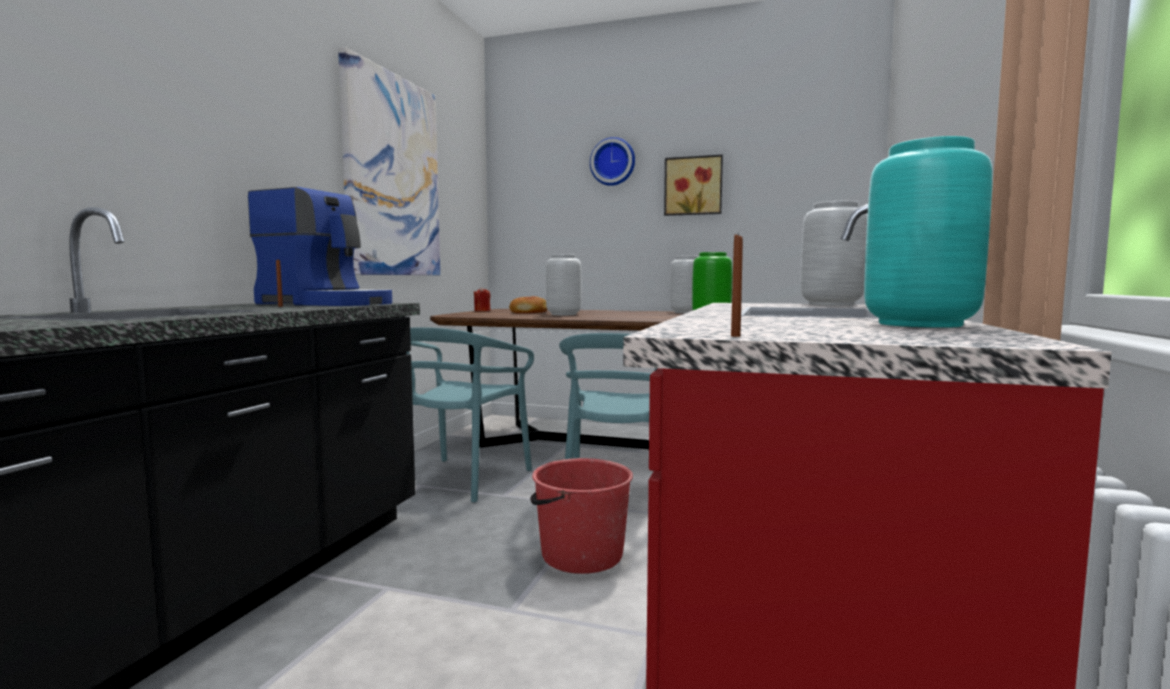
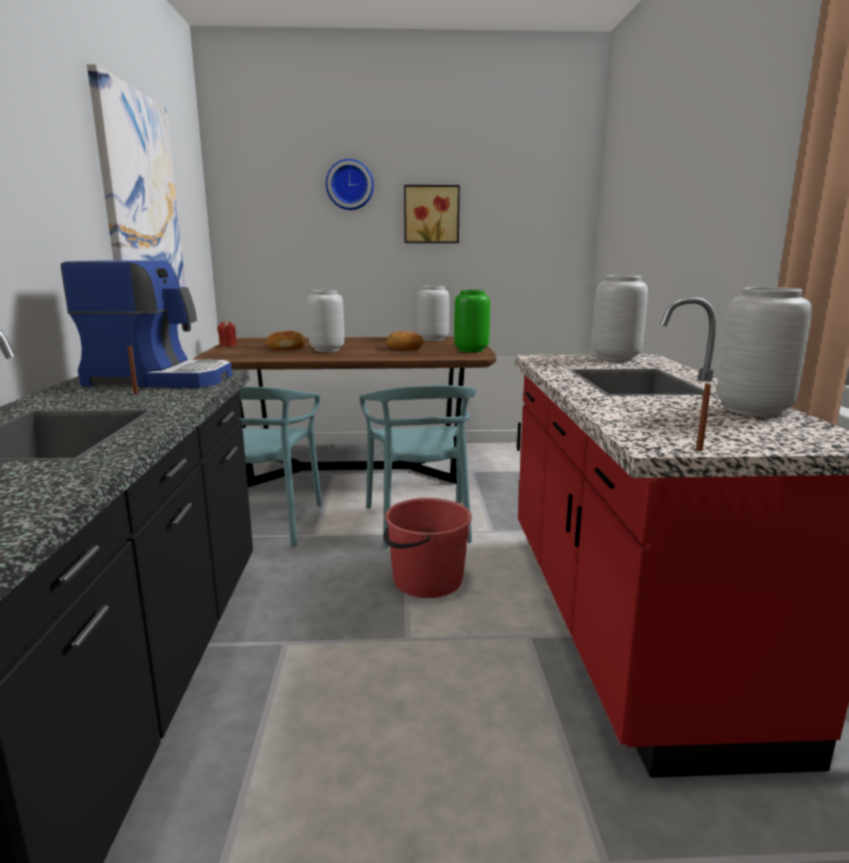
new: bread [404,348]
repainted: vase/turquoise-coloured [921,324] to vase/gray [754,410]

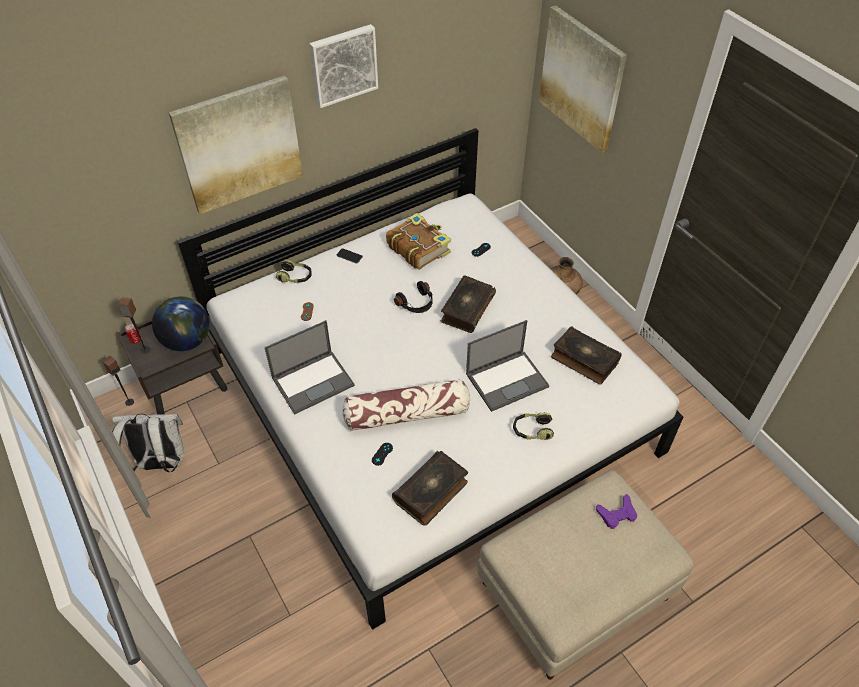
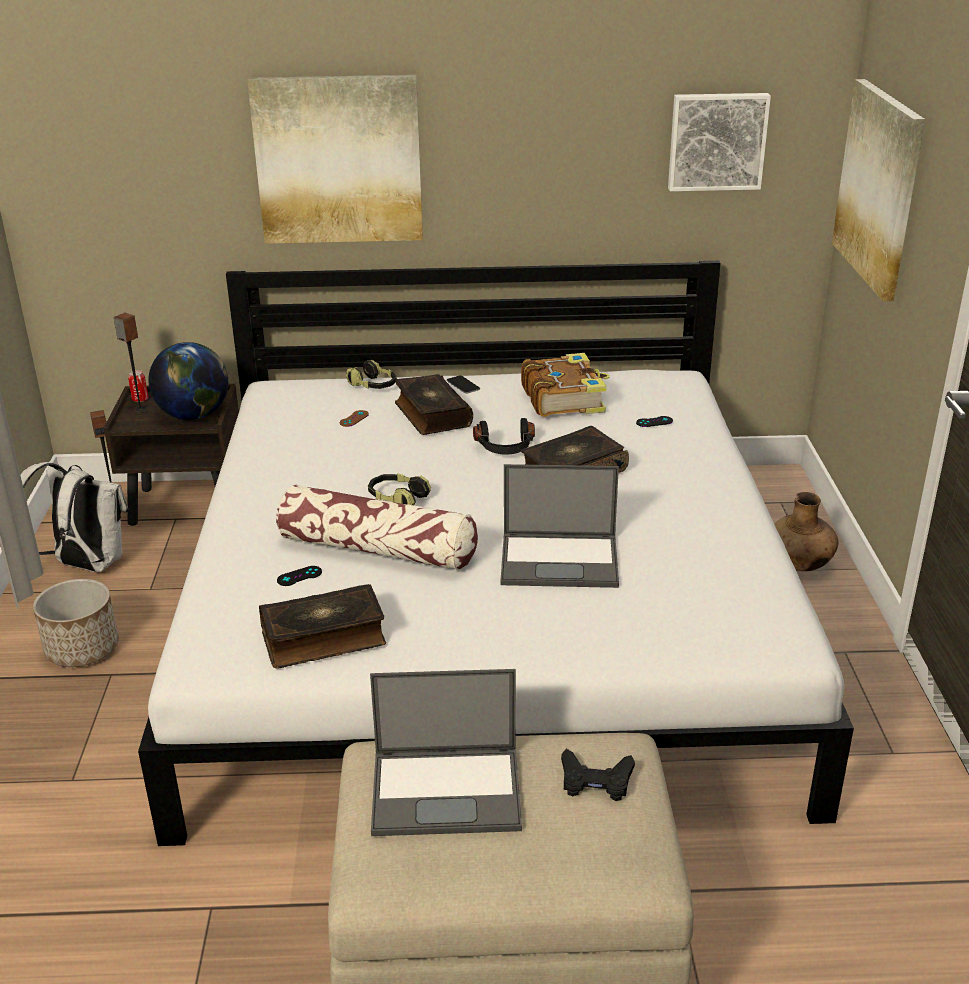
new: planter [82,649]
shifted: laptop [313,381] to [448,790]; wall picture [343,64] to [717,141]; pair of headphones [532,430] to [397,499]; volume [584,360] to [431,415]
repainted: joypad/purplish [617,514] to joypad/blackish [596,781]

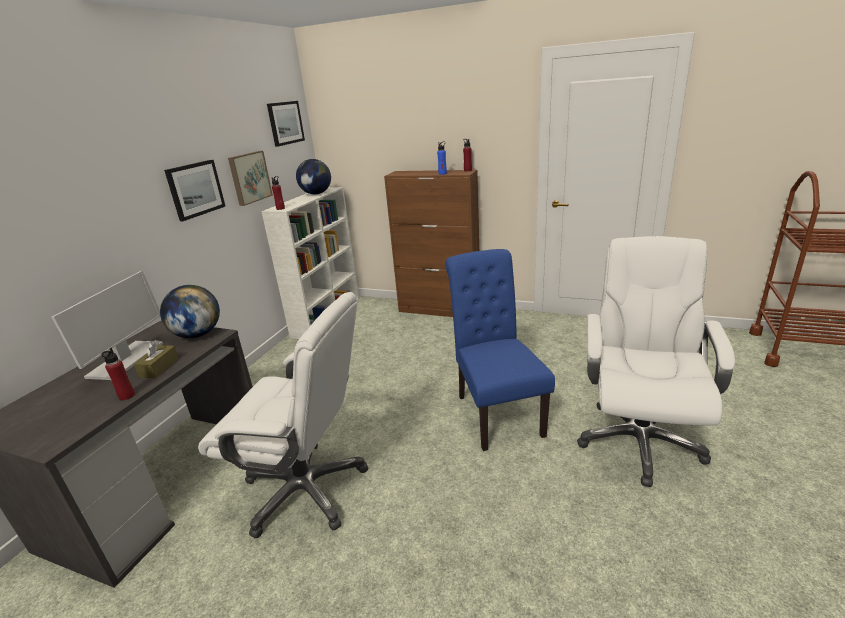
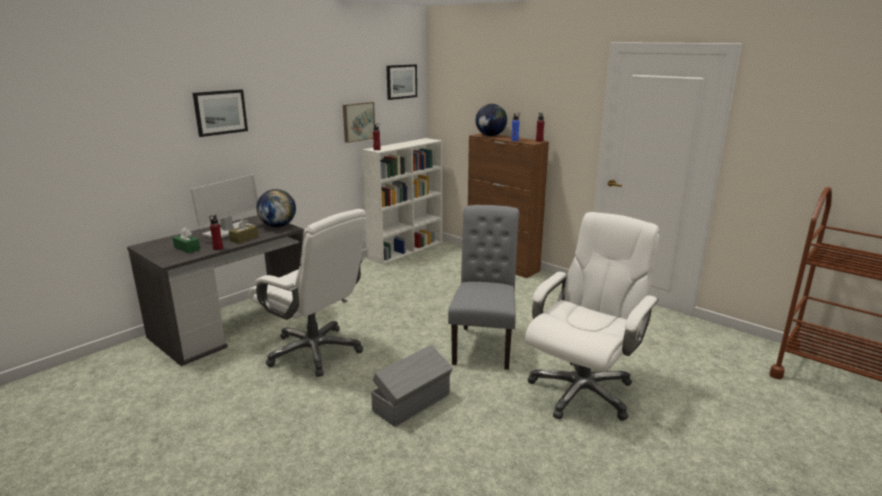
new: tissue holder/green [187,248]; storage container/gray [413,402]
shifted: wall picture [195,189] to [220,112]; globe [316,194] to [490,135]
repainted: plain chair/bluish [496,411] to plain chair/gray [484,344]

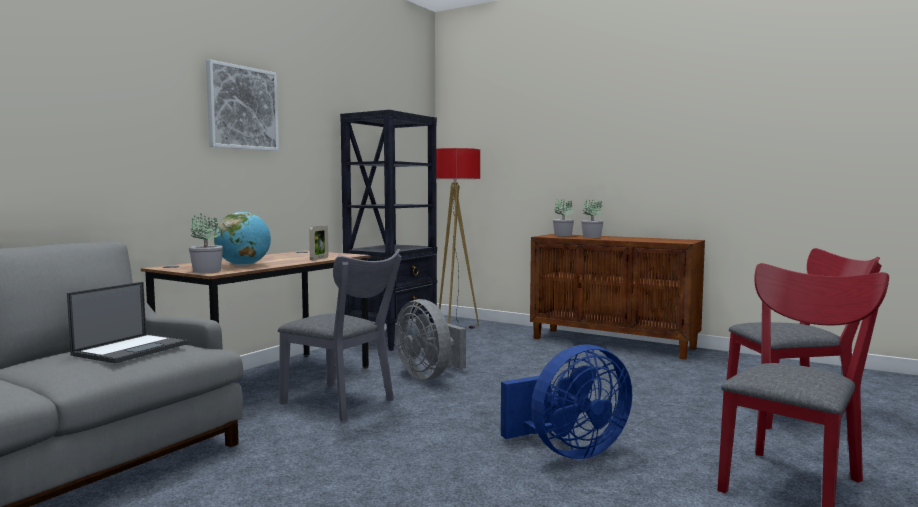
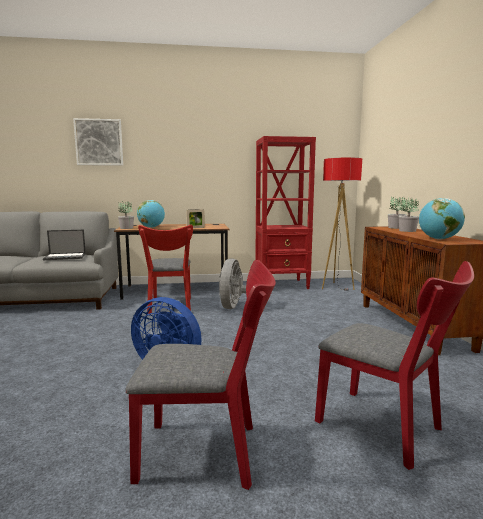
new: globe [439,239]
shifted: wall picture [242,108] to [99,142]
repainted: plain chair/gray [343,403] to plain chair/reddish [170,307]; bookshelf/blackish [392,339] to bookshelf/reddish [282,285]

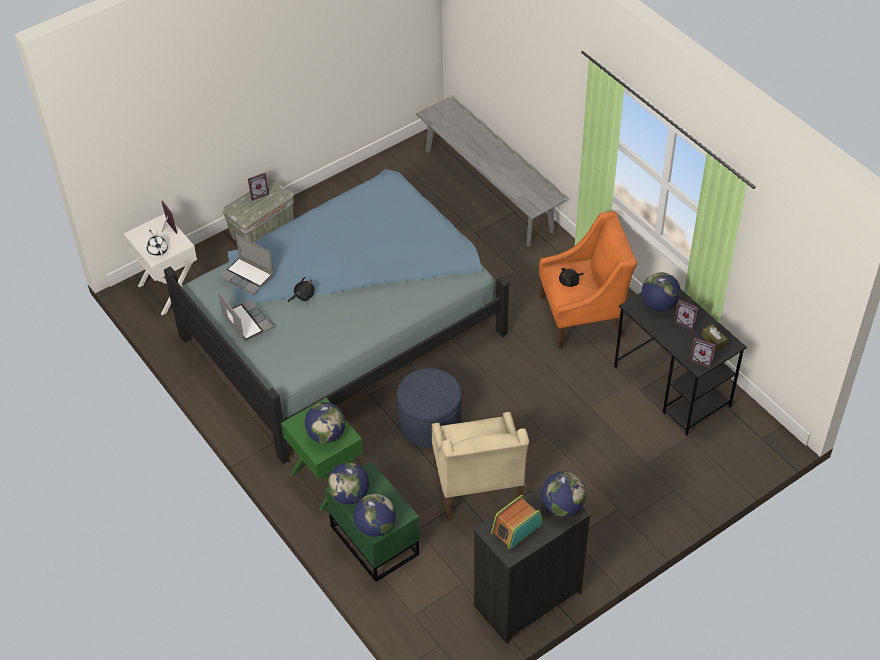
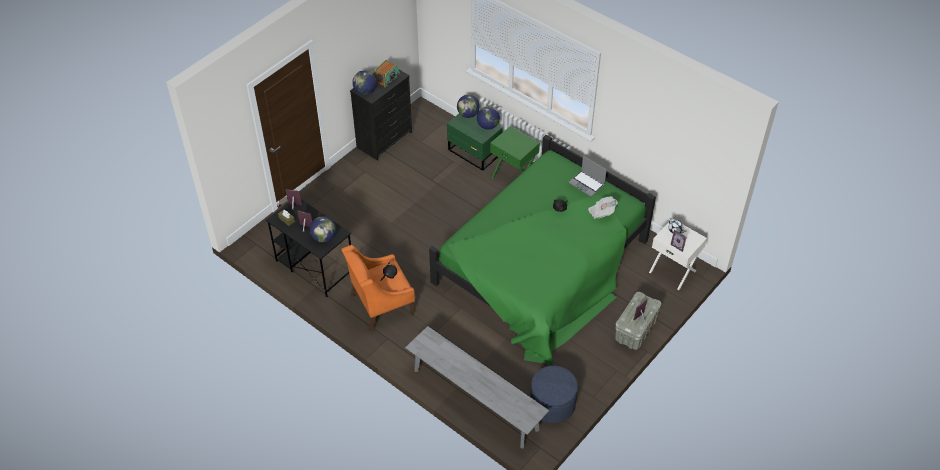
gone: globe [326,434]; lounge chair/beige-coloured [478,485]
shifted: pouffe/bluish [430,423] to [552,404]
swapped: laptop [248,276] to daily paper [601,212]
repainted: sleeping bed/bluish [344,326] to sleeping bed/green [542,268]

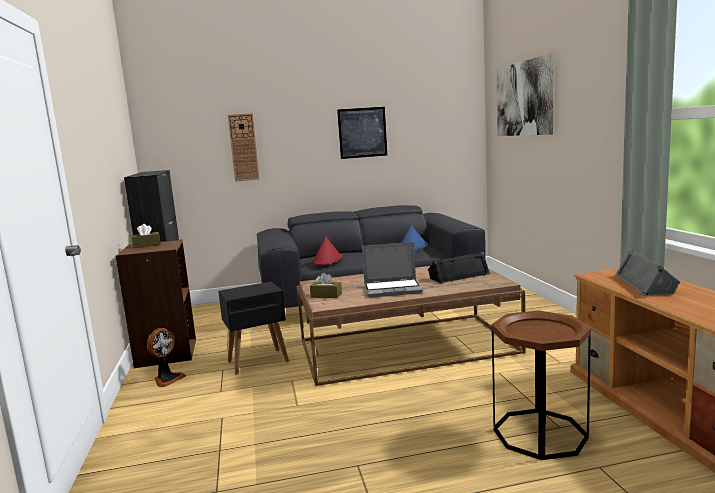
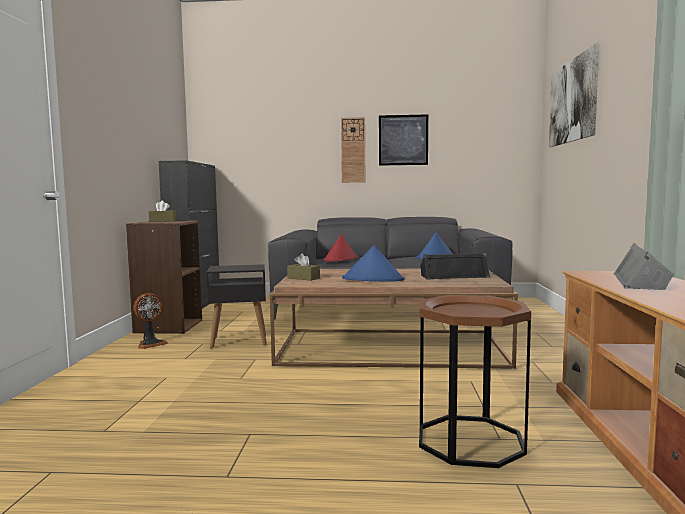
shifted: hanging clock [243,147] to [353,150]
swapped: laptop [393,289] to hat/bluish [373,279]

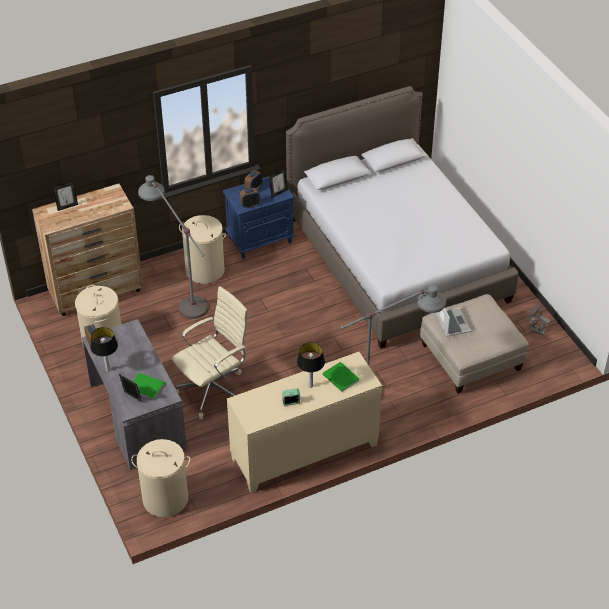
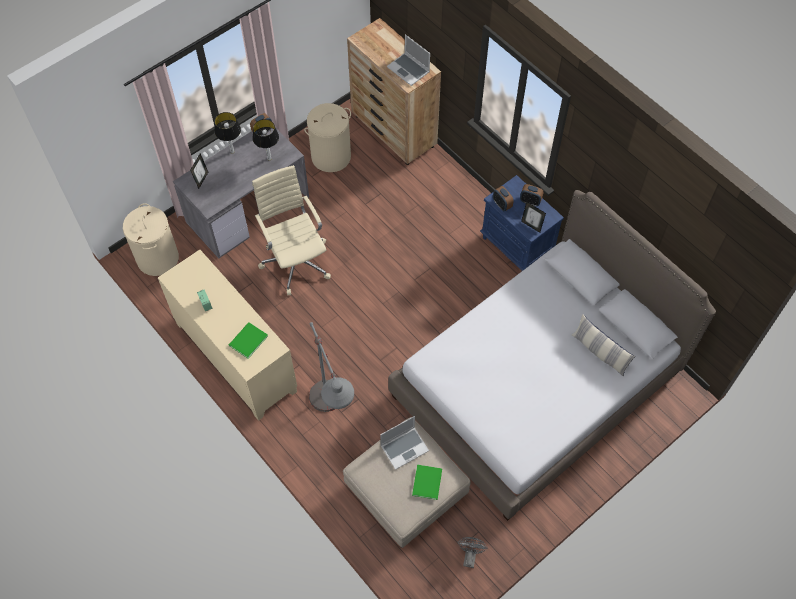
gone: photo frame [67,206]; standard lamp/gray [180,296]; hamper/beige-coloured [205,270]
new: laptop [409,70]; cushion [600,352]
shifted: volume/green [145,386] to [428,481]; table lamp [311,386] to [269,159]
rotated: desk chair/beige-coloured [213,389] = [296,260] 150 degrees counterclockwise

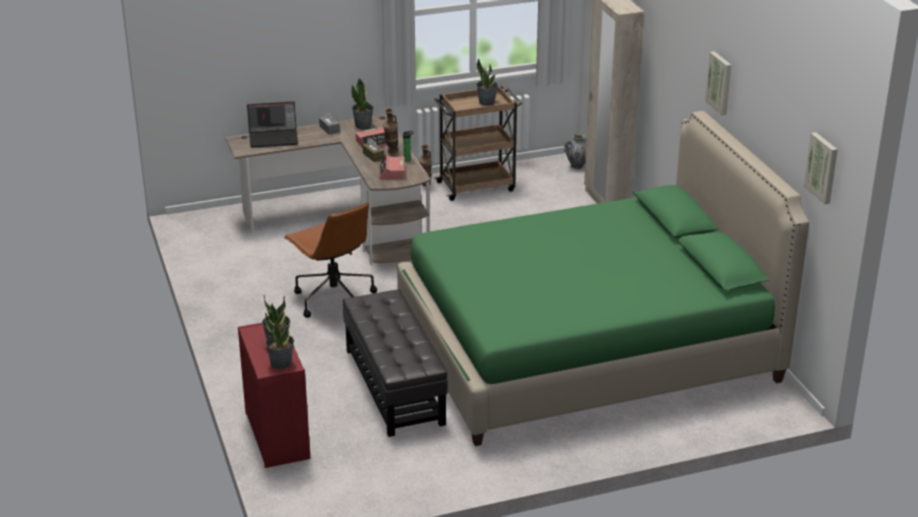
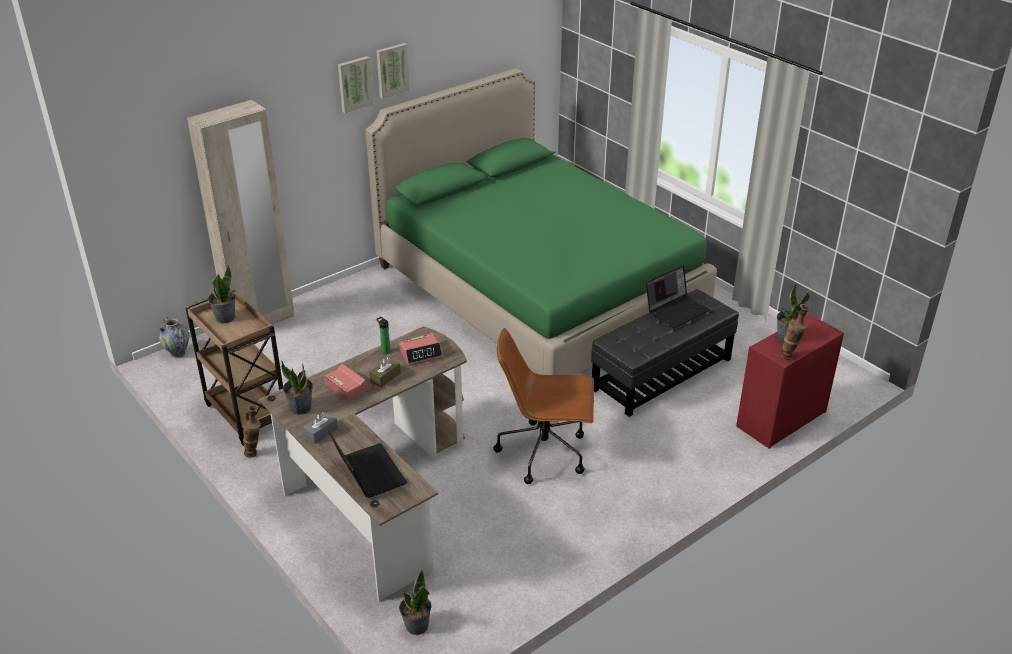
new: laptop [676,310]
shifted: plant in a pot [281,363] to [416,625]; vase [391,153] to [790,356]; wall picture [822,167] to [354,84]
rotated: desk chair/brown-coloured [333,299] = [545,452] 120 degrees counterclockwise

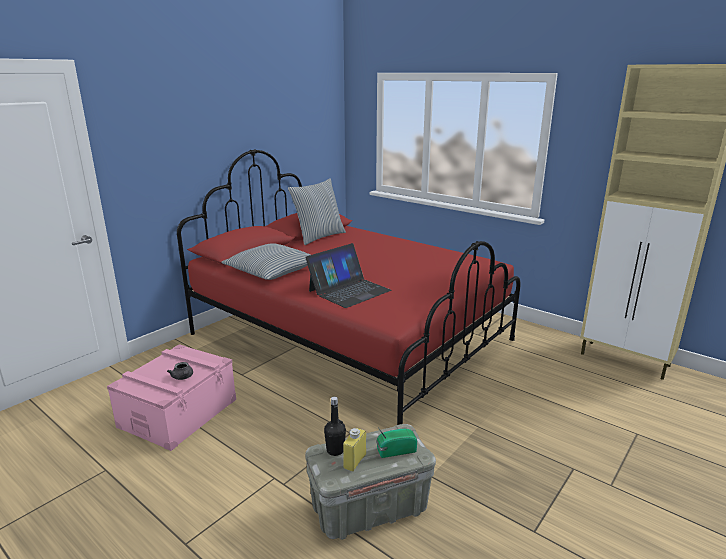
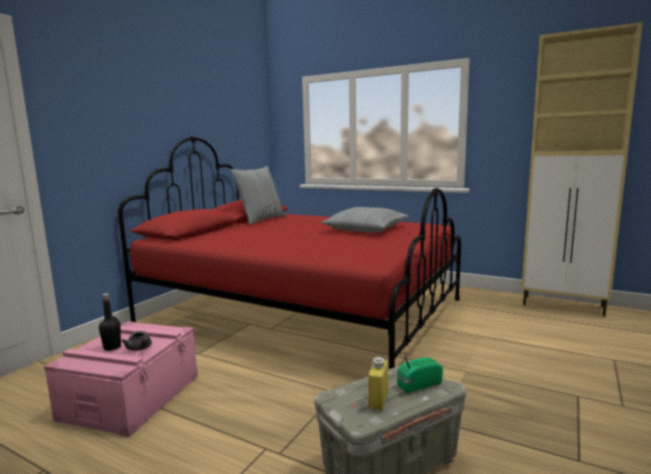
gone: laptop [349,290]
shifted: cushion [272,270] to [366,229]; drink bottle/blackish [335,450] to [112,347]

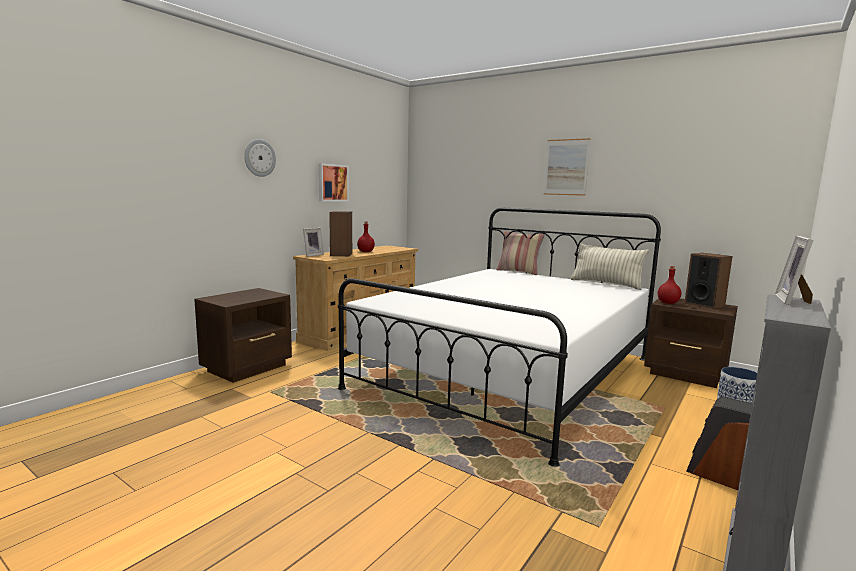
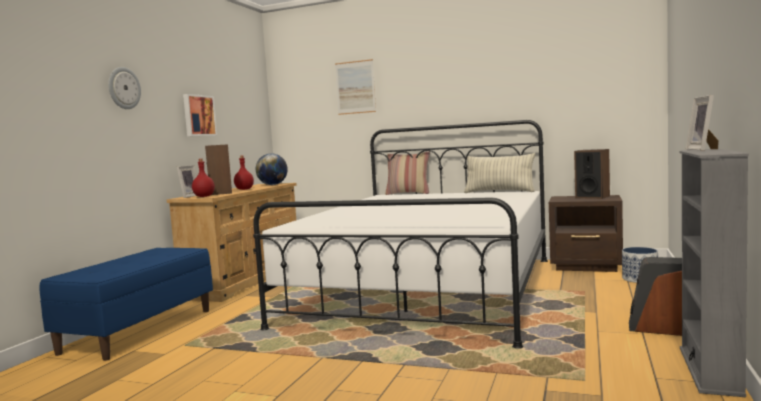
new: globe [272,185]
shifted: wall picture [566,167] to [355,87]; drink bottle/reddish [667,303] to [203,196]
swapped: nightstand/brown-coloured [248,368] to indoor bench/bluish [139,330]

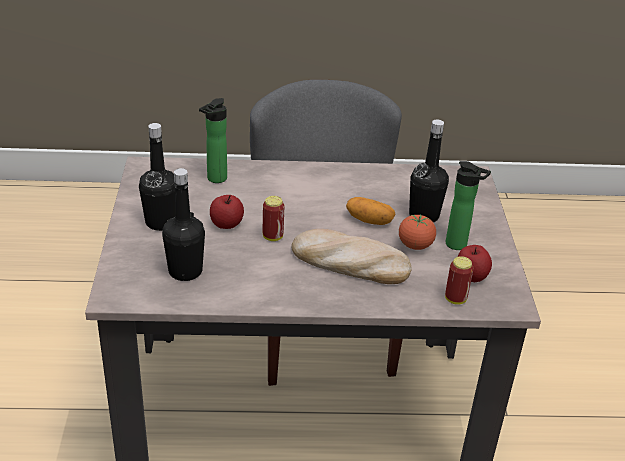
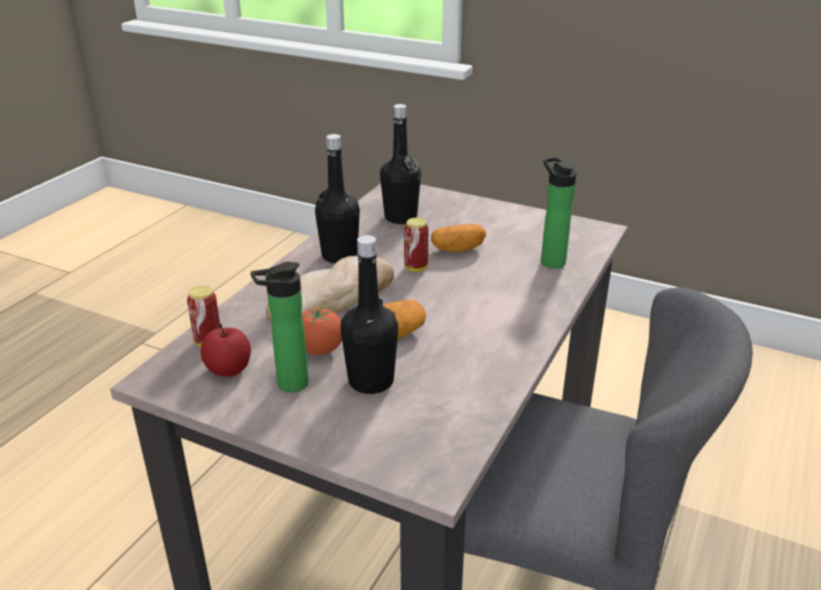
shifted: drink bottle/blackish [161,222] to [339,256]
swapped: apple fruit [227,224] to spud [457,249]

